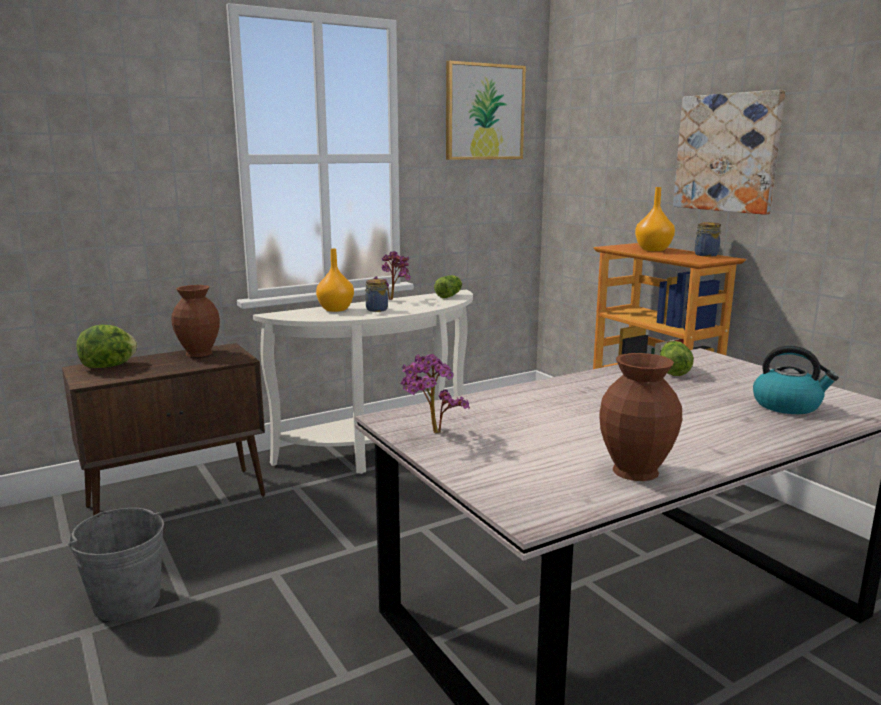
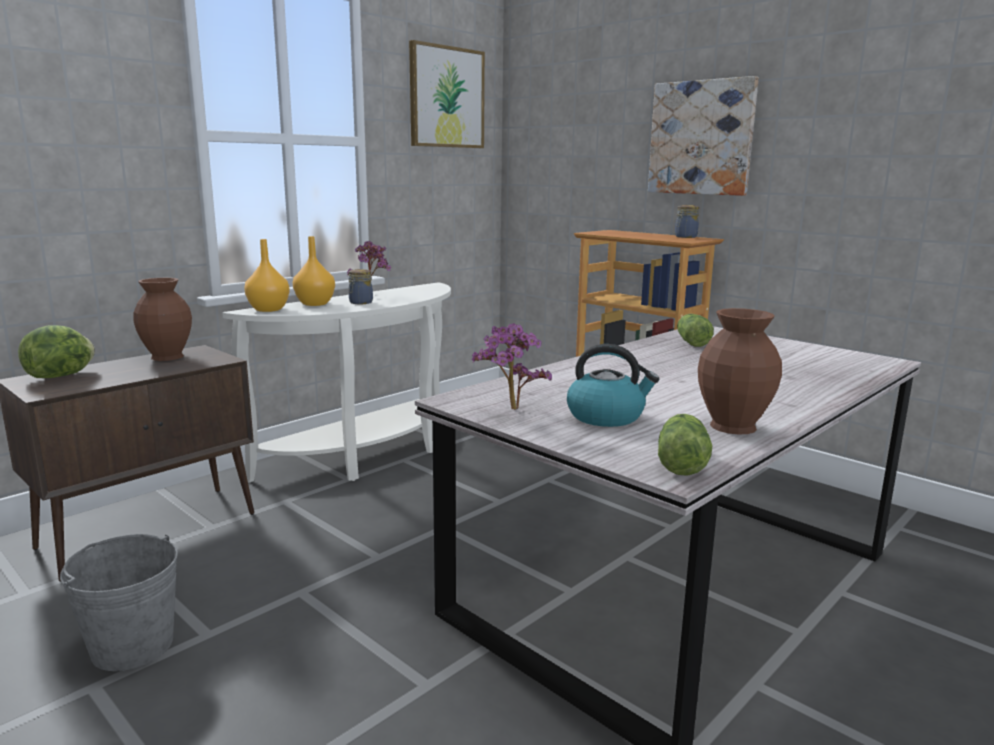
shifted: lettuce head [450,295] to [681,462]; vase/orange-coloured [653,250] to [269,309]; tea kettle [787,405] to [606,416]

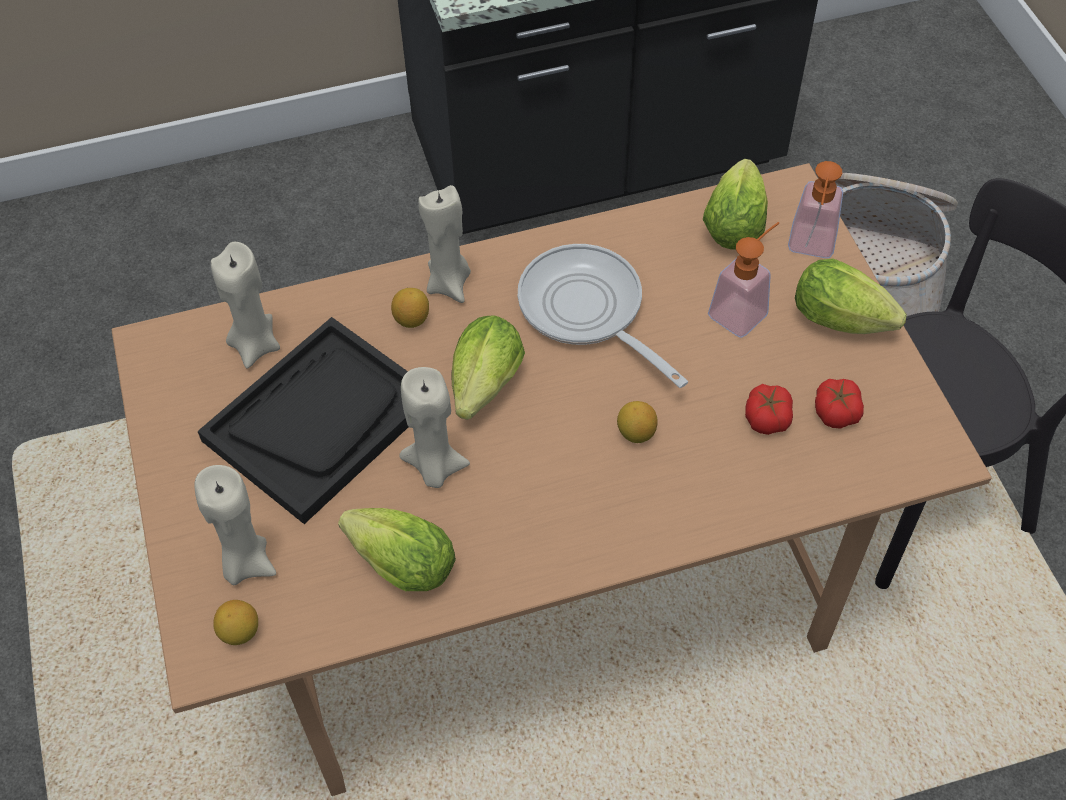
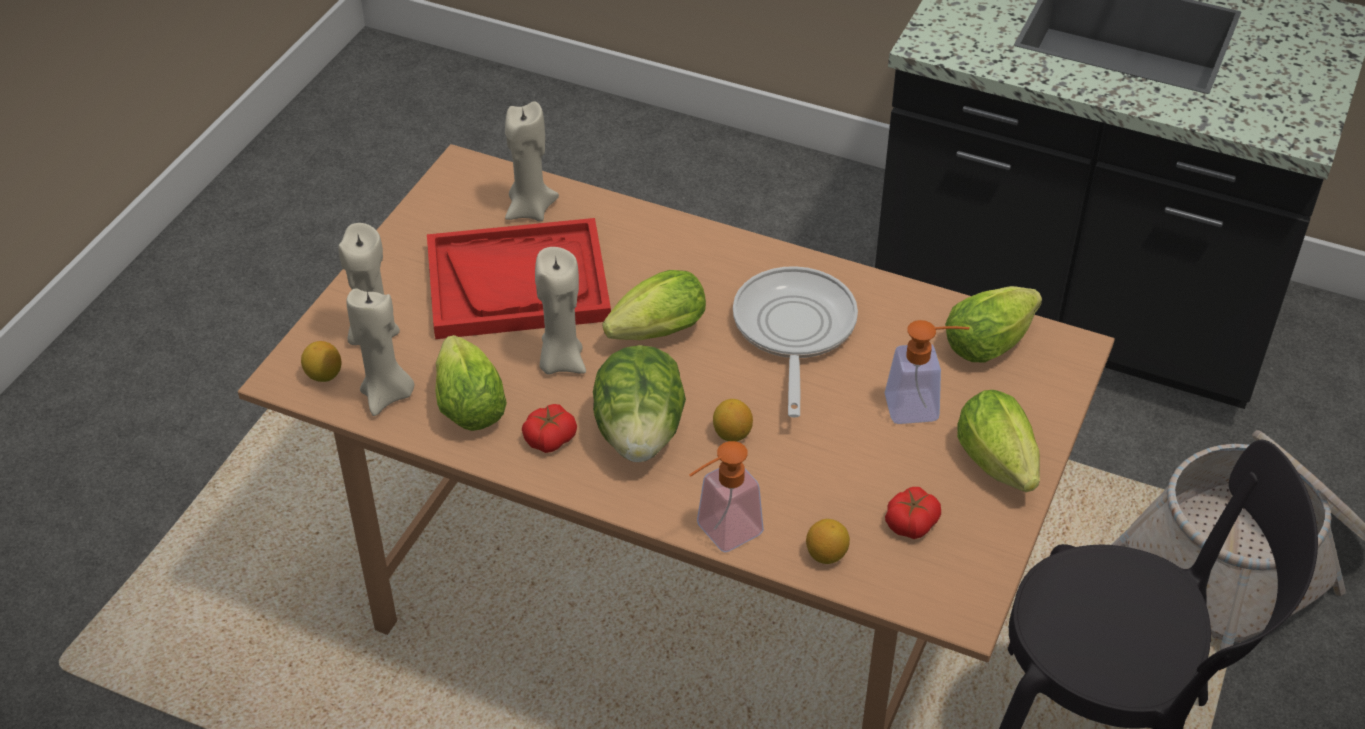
new: lettuce head [640,434]
shifted: lemon [411,319] to [826,554]; candle/beige-coloured [449,283] to [387,395]; whole tomato [767,417] to [550,438]; soap bottle [810,248] to [720,534]
repainted: tray/blackish [320,420] to tray/reddish [518,283]

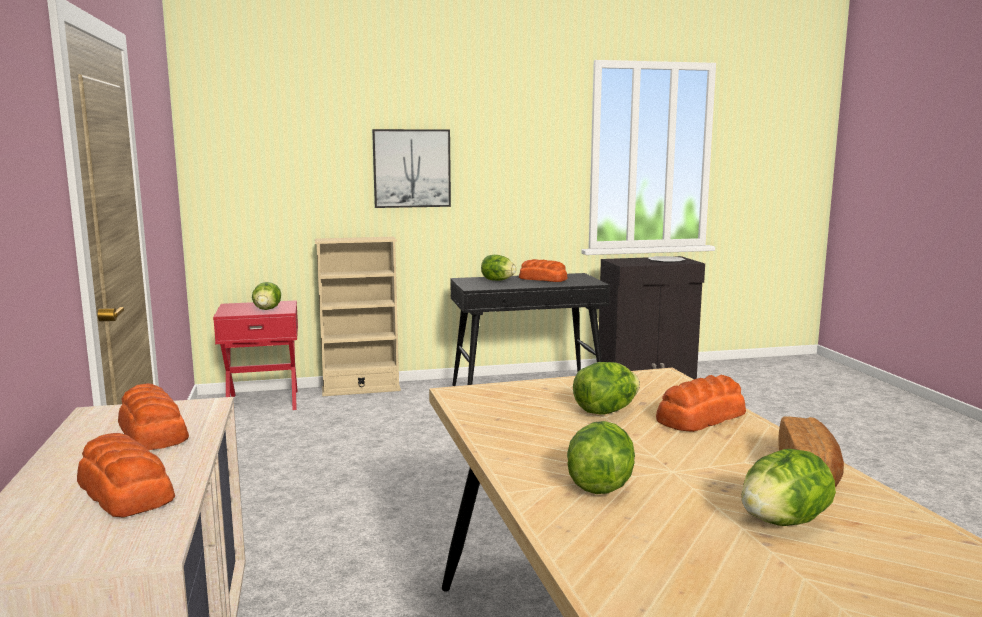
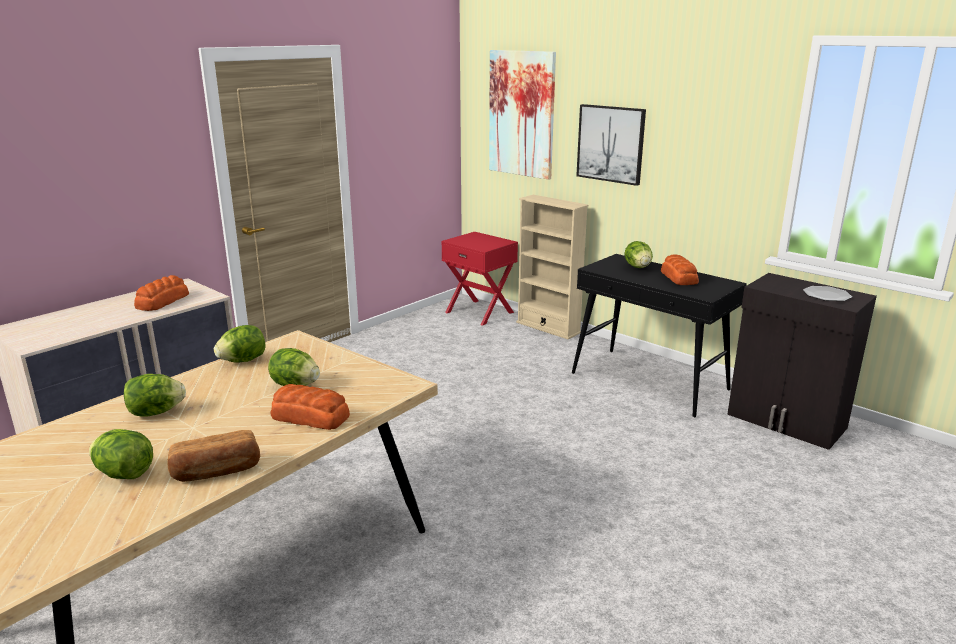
gone: bread [125,491]
new: wall picture [521,114]
shifted: lettuce head [267,309] to [243,360]

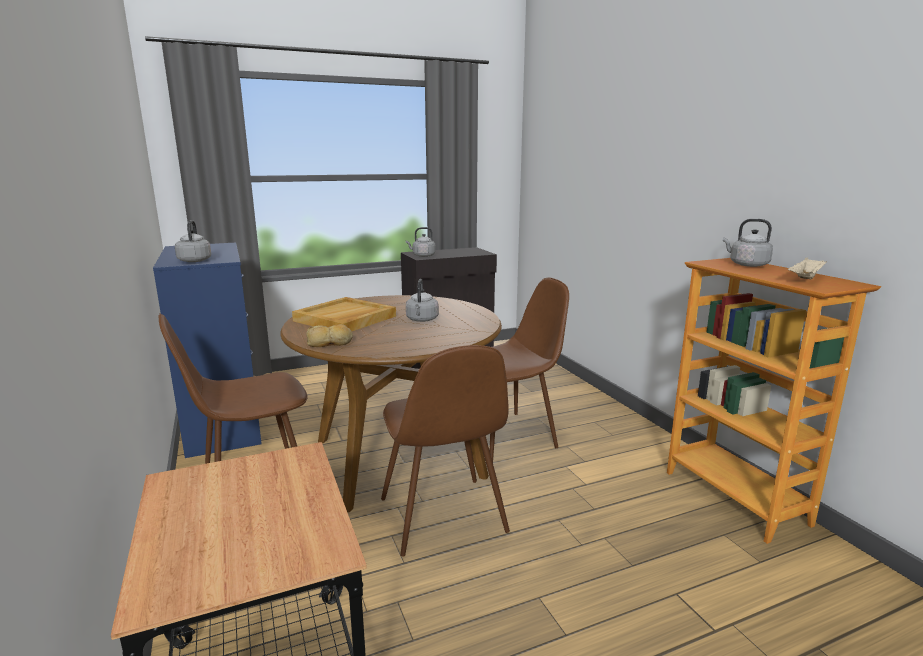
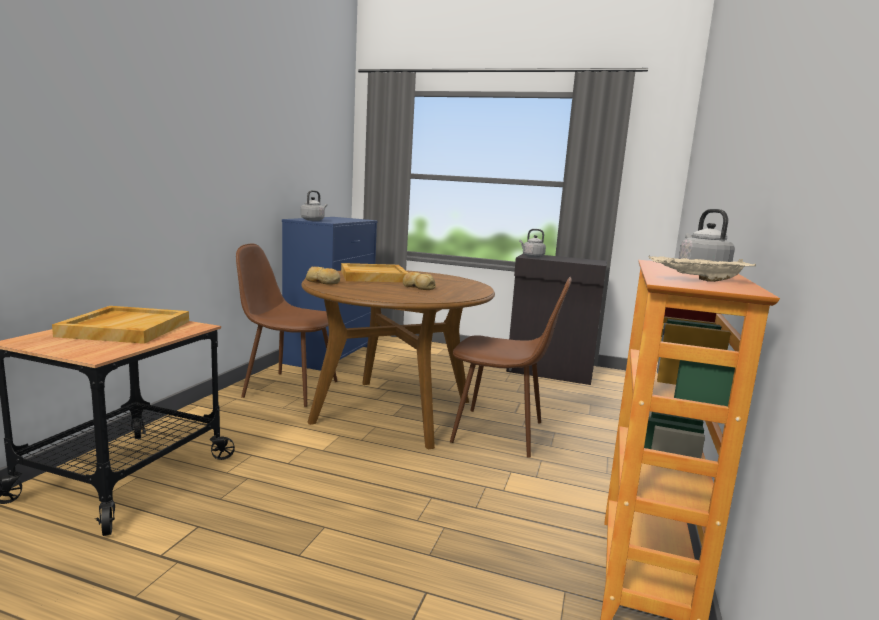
gone: plain chair/brown-coloured [443,517]
new: tray/beige-coloured [125,328]
swapped: tea kettle/gray [422,320] to bread [418,287]

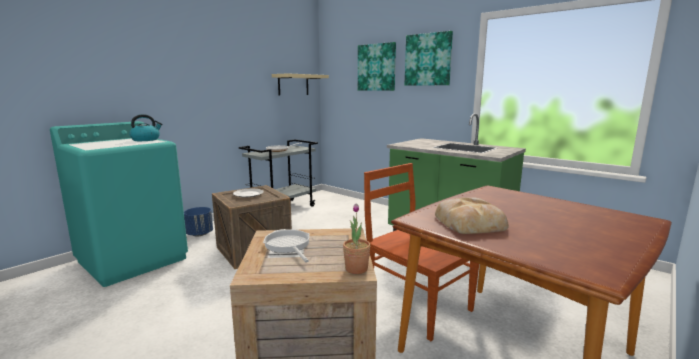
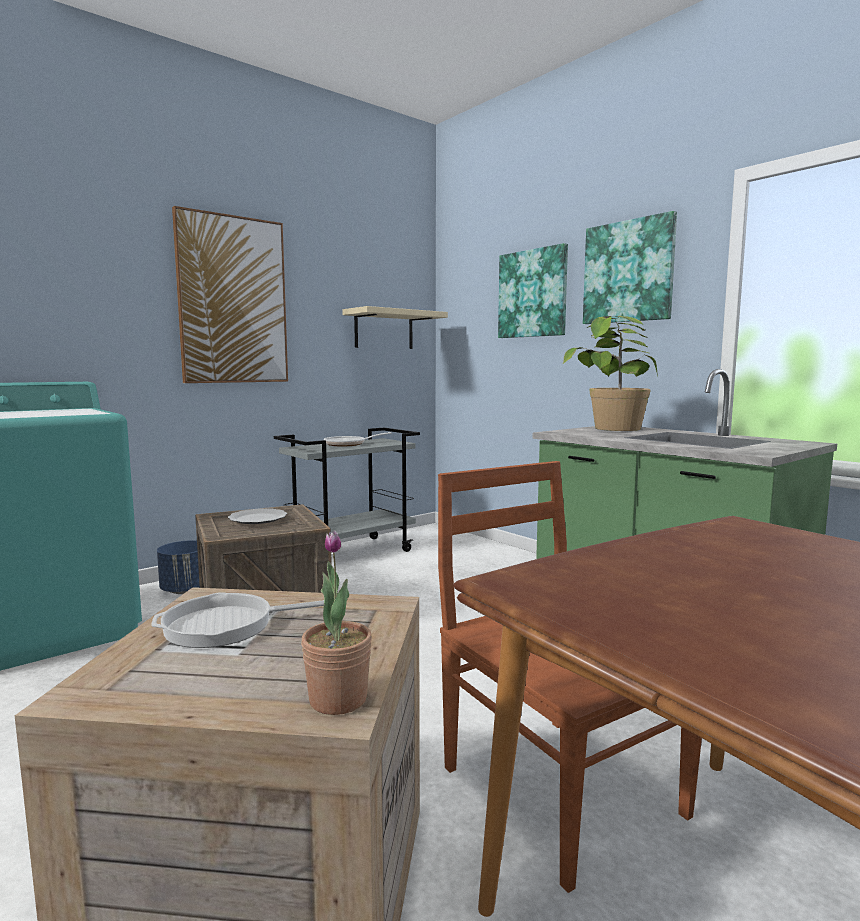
gone: tea kettle [146,139]; bread [470,222]
new: wall picture [233,300]; plant in a pot [611,431]
rotated: skillet [288,245] = [227,626] 90 degrees counterclockwise

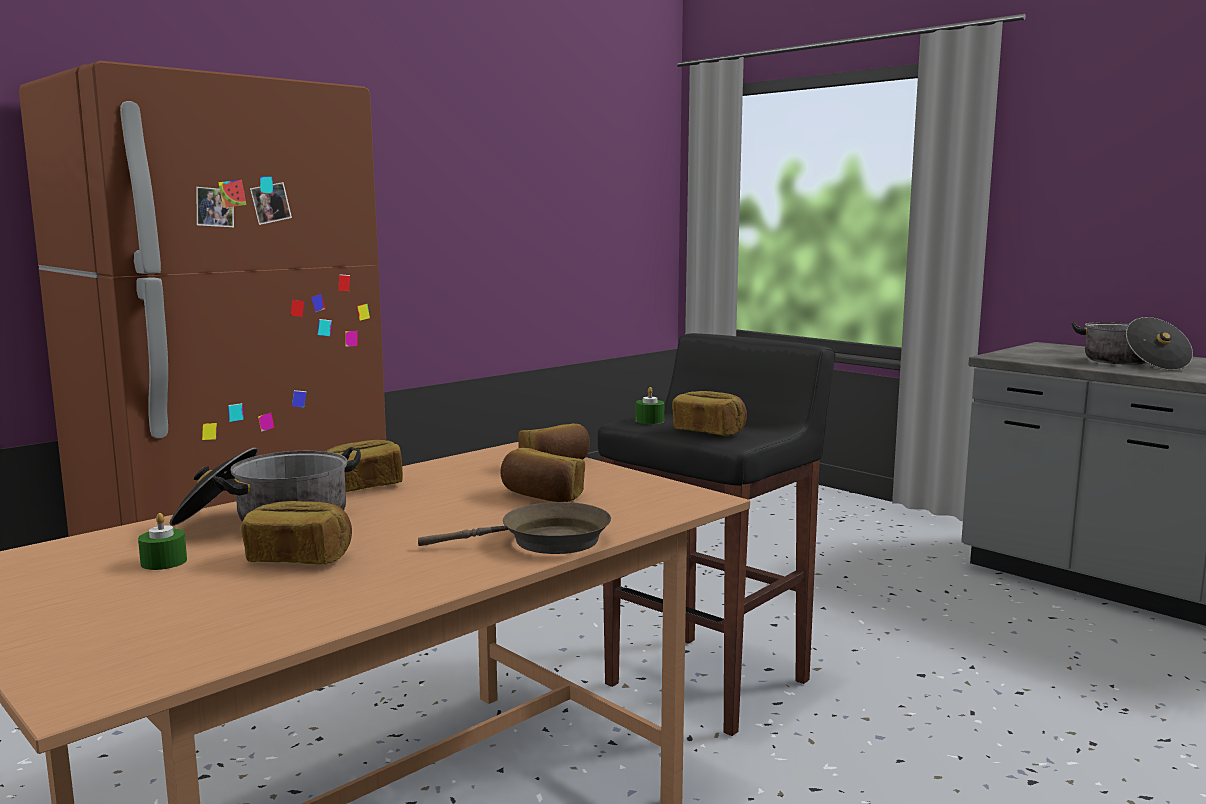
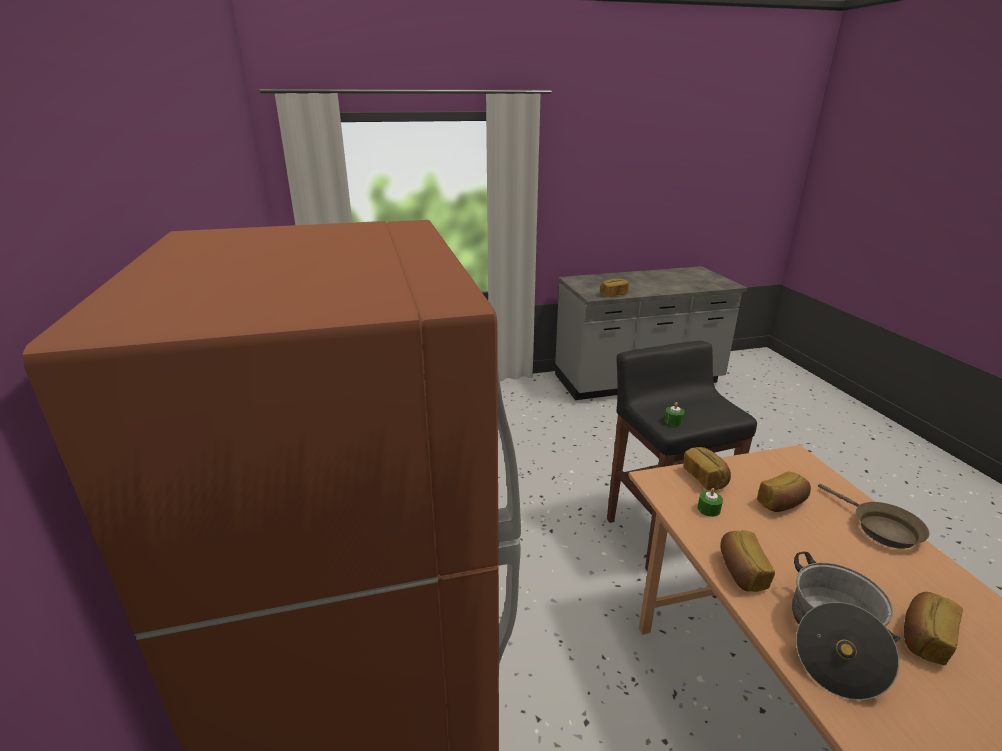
gone: saucepot [1131,363]
shifted: candle/green [164,562] to [708,509]; bread [709,432] to [613,294]
rotated: skillet/brown-coloured [546,541] = [880,528] 135 degrees clockwise

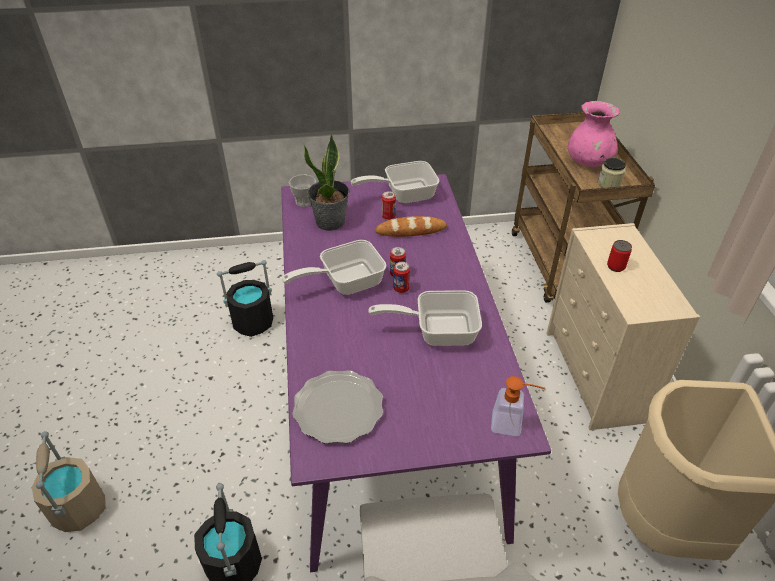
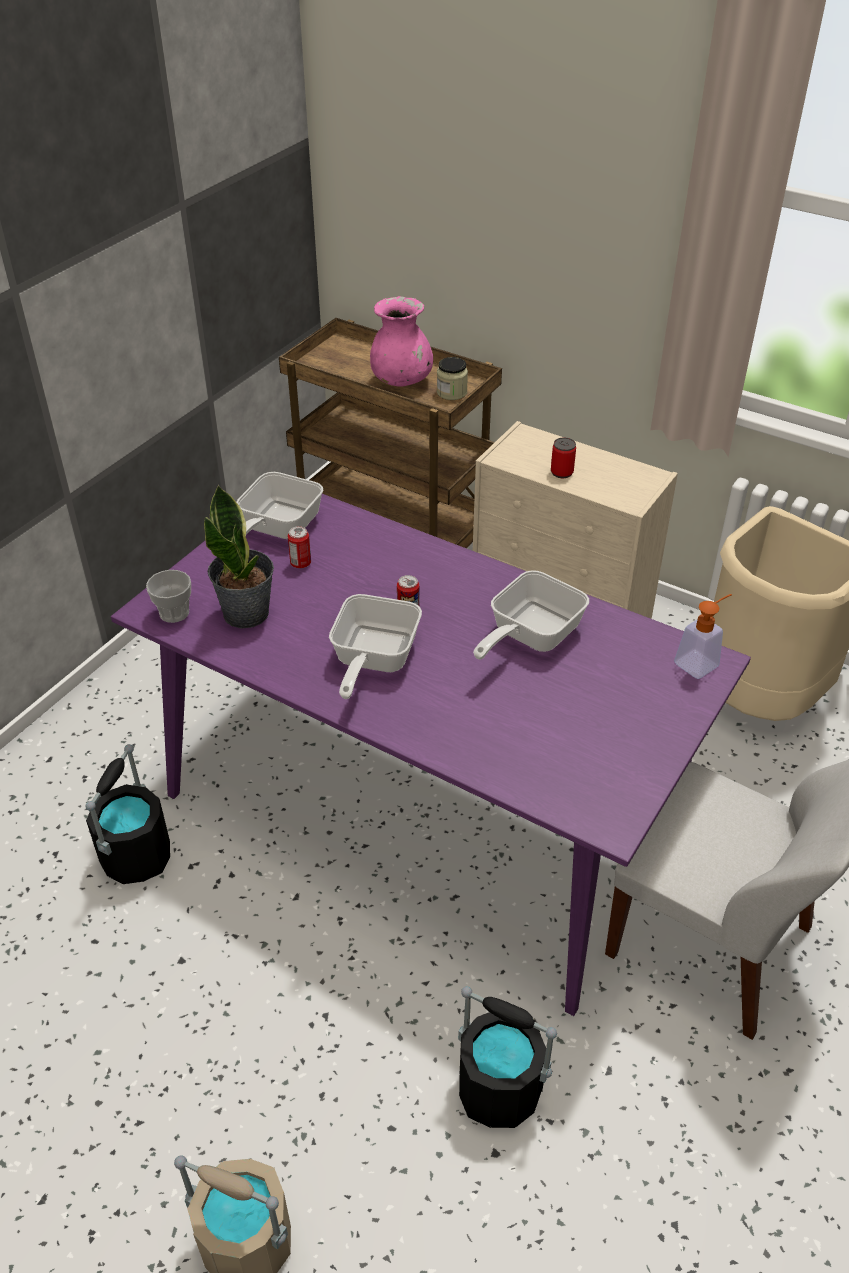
gone: plate [338,408]; bread [411,230]; sealed can [401,289]

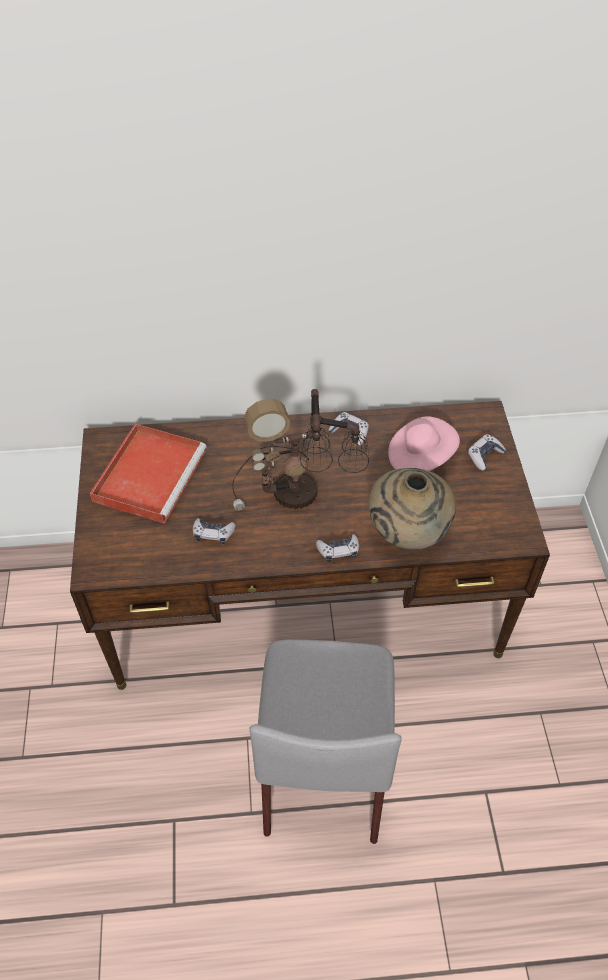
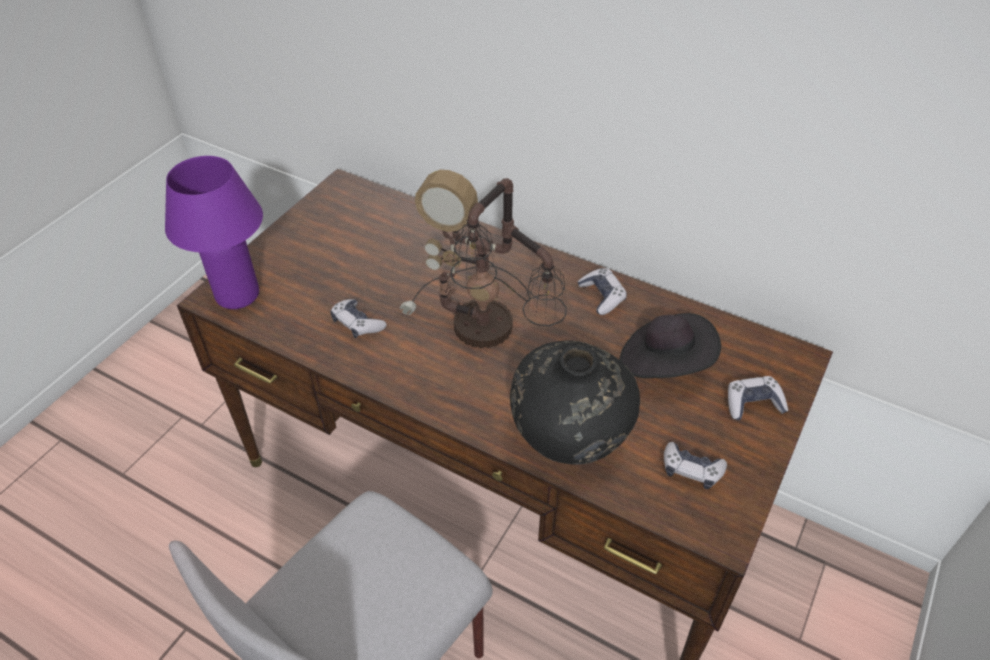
gone: tray/reddish [150,474]
new: table lamp/purplish [237,295]
shifted: joypad [338,551] to [691,470]
repainted: vase/beige-coloured [407,534] to vase/blackish [570,442]; hat/pinkish [420,457] to hat/blackish [664,363]

